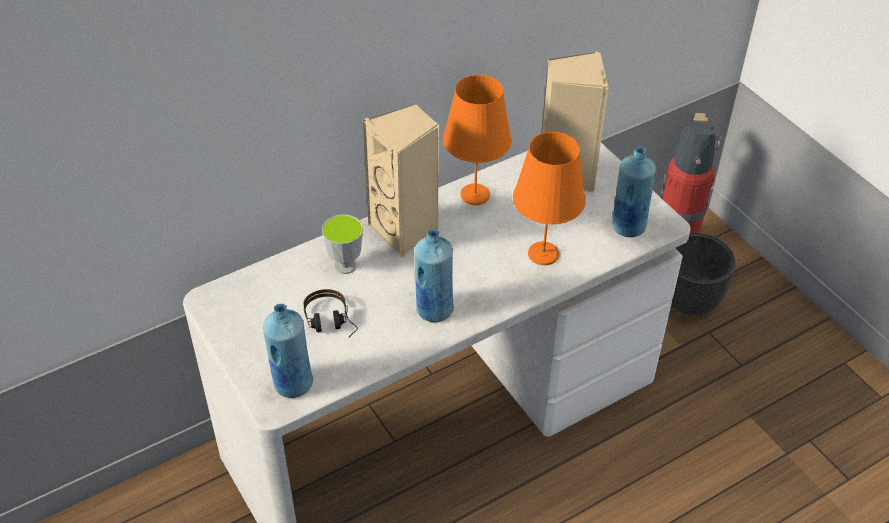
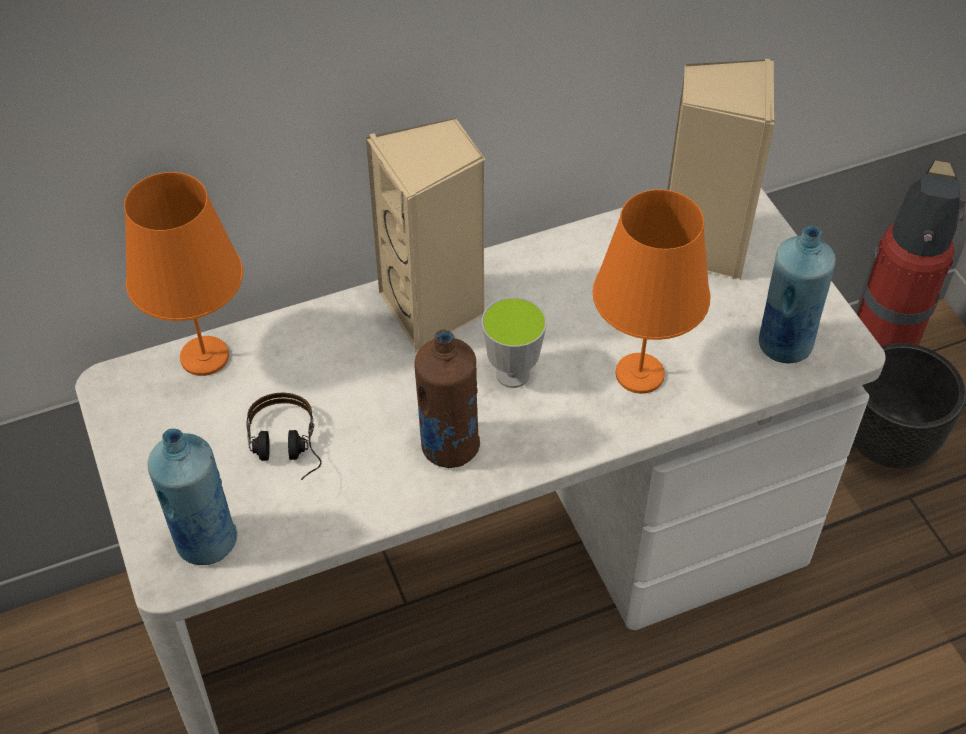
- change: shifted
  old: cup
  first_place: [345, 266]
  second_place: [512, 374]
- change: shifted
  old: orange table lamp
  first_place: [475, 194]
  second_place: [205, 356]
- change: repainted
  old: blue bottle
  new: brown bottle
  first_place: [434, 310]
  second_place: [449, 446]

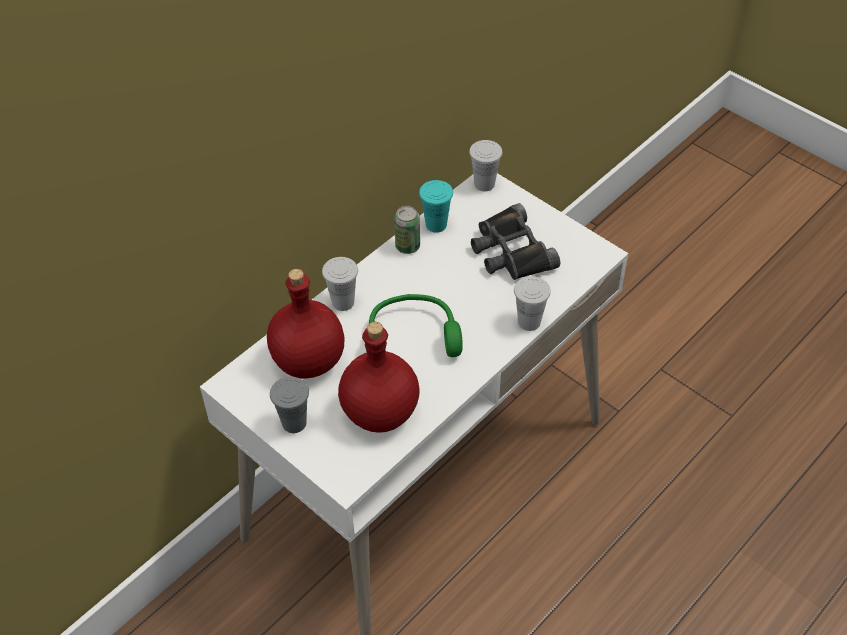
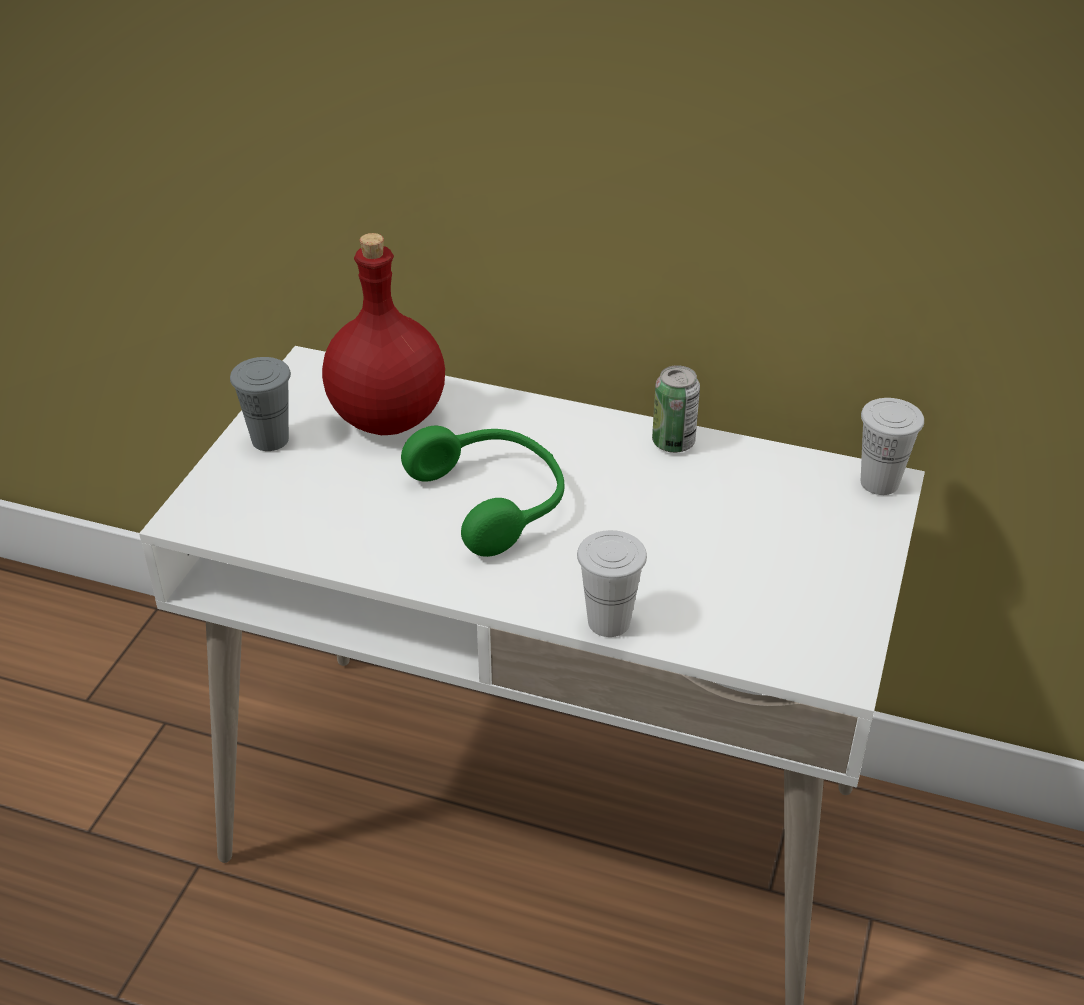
- change: gone
  old: white cup
  first_place: [343, 302]
- change: gone
  old: red bottle
  first_place: [381, 413]
- change: gone
  old: turquoise cup
  first_place: [436, 225]
- change: gone
  old: black binoculars
  first_place: [510, 251]

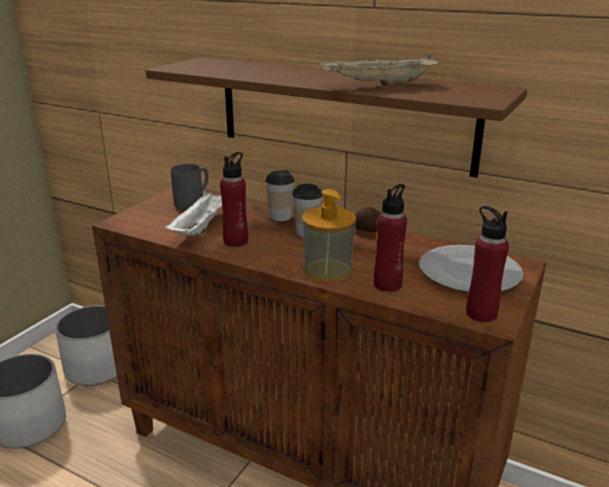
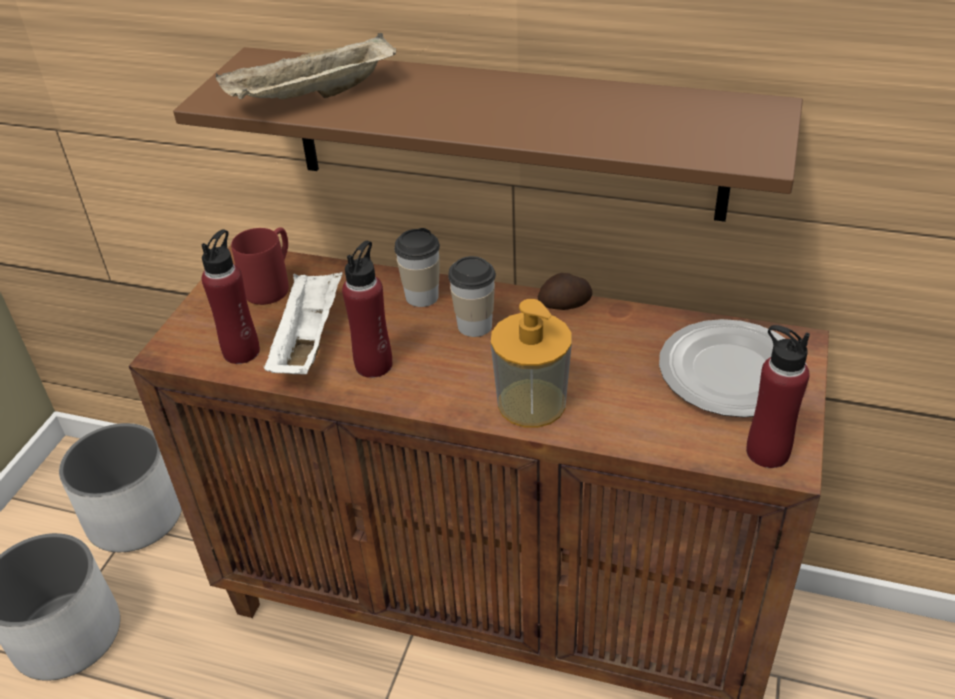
- change: shifted
  old: beige tray
  first_place: [378, 86]
  second_place: [312, 97]
- change: shifted
  old: red bottle
  first_place: [387, 285]
  second_place: [241, 351]
- change: repainted
  old: grey mug
  new: red mug
  first_place: [194, 202]
  second_place: [273, 285]

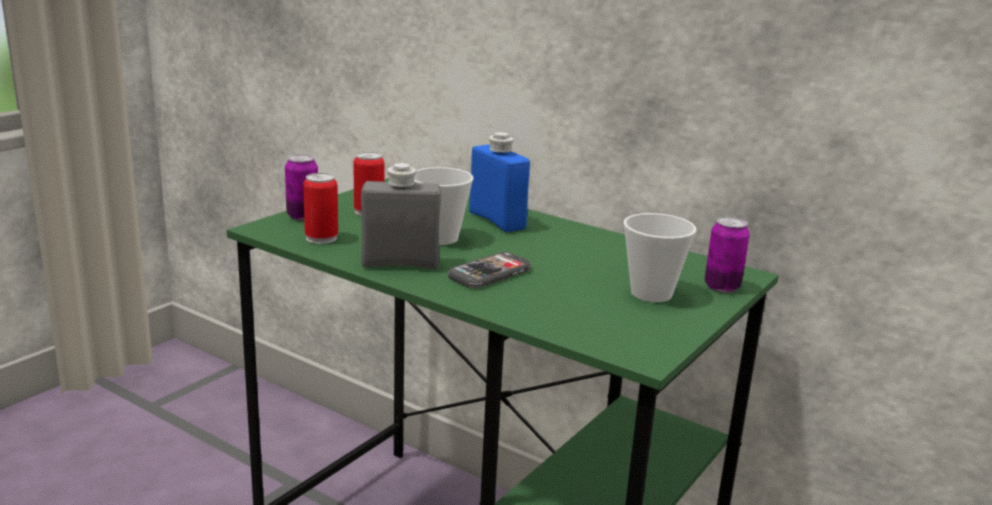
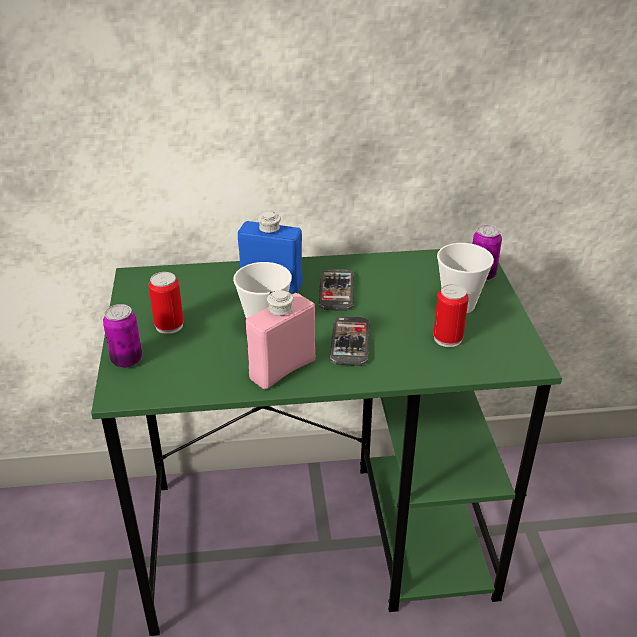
- change: new
  new: phone
  second_place: [336, 291]
- change: shifted
  old: can
  first_place: [321, 238]
  second_place: [447, 338]
- change: repainted
  old: grey bottle
  new: pink bottle
  first_place: [400, 263]
  second_place: [282, 369]

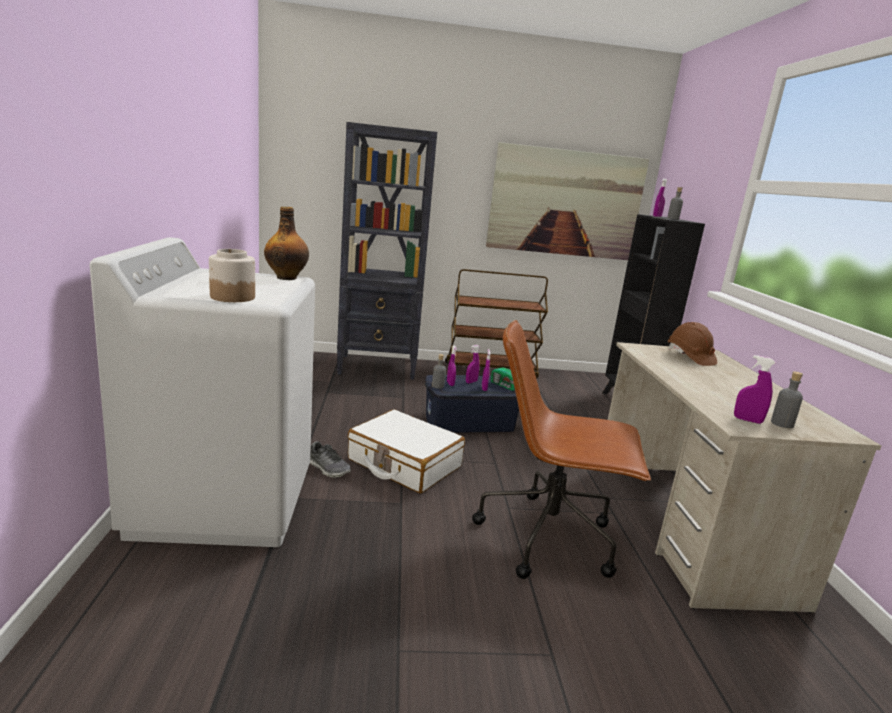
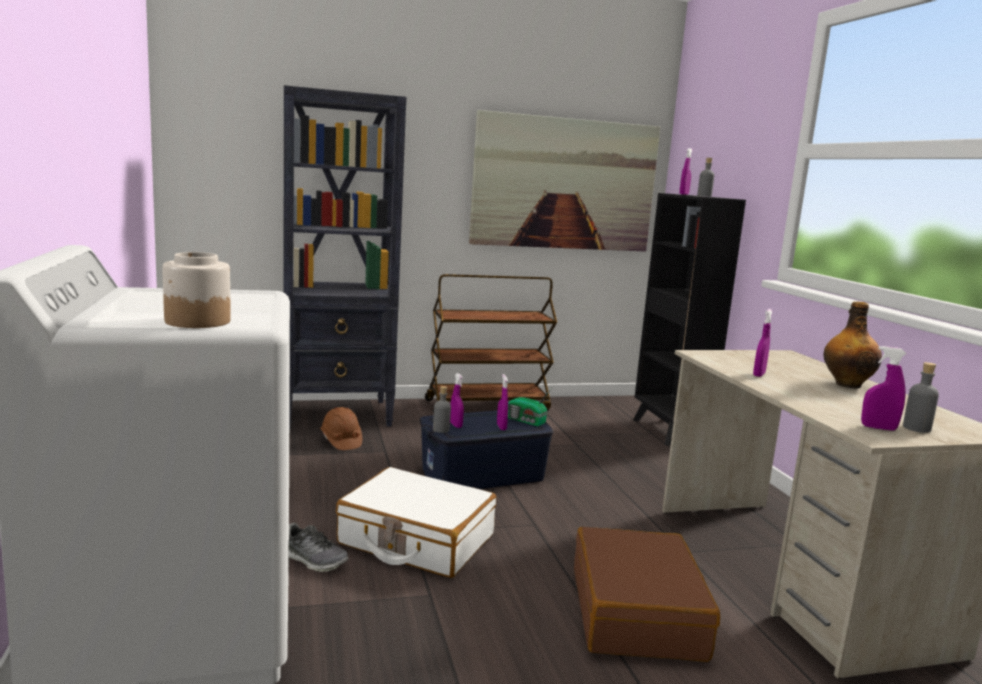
- change: shifted
  old: bottle
  first_place: [287, 278]
  second_place: [847, 384]
- change: shifted
  old: purple spray bottle
  first_place: [471, 382]
  second_place: [759, 374]
- change: shifted
  old: brown hard hat
  first_place: [689, 357]
  second_place: [341, 441]
- change: swapped
  old: brown office chair
  new: brown suitcase
  first_place: [549, 537]
  second_place: [637, 613]

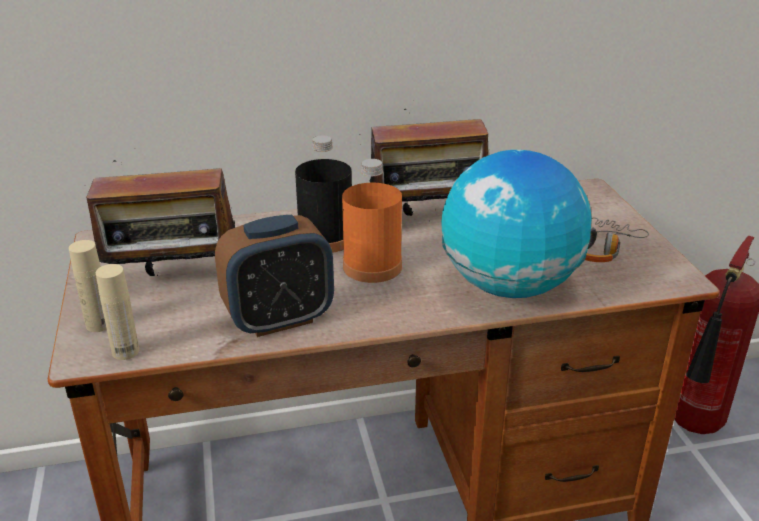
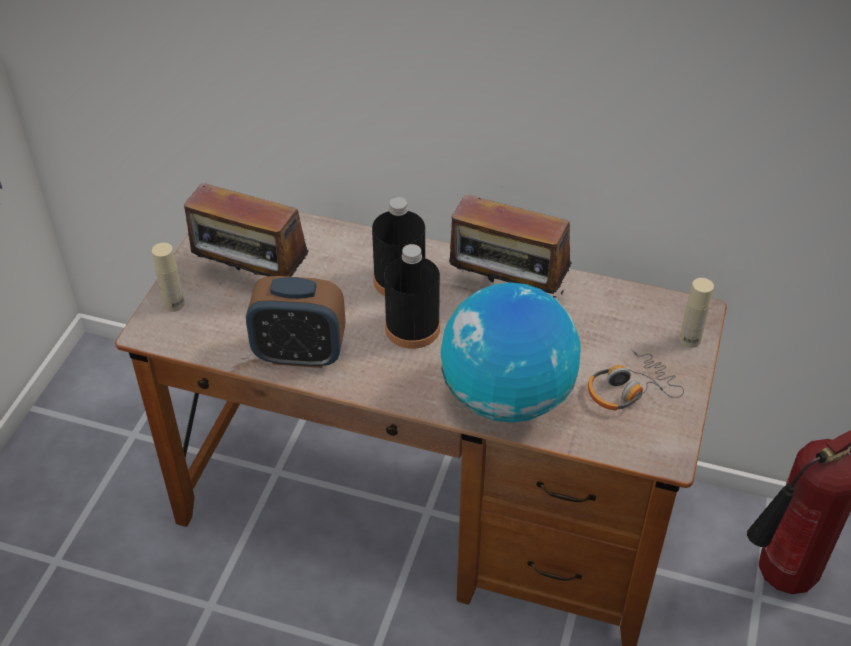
- change: shifted
  old: beige bottle
  first_place: [125, 351]
  second_place: [690, 340]
- change: repainted
  old: orange bottle
  new: black bottle
  first_place: [372, 266]
  second_place: [412, 328]

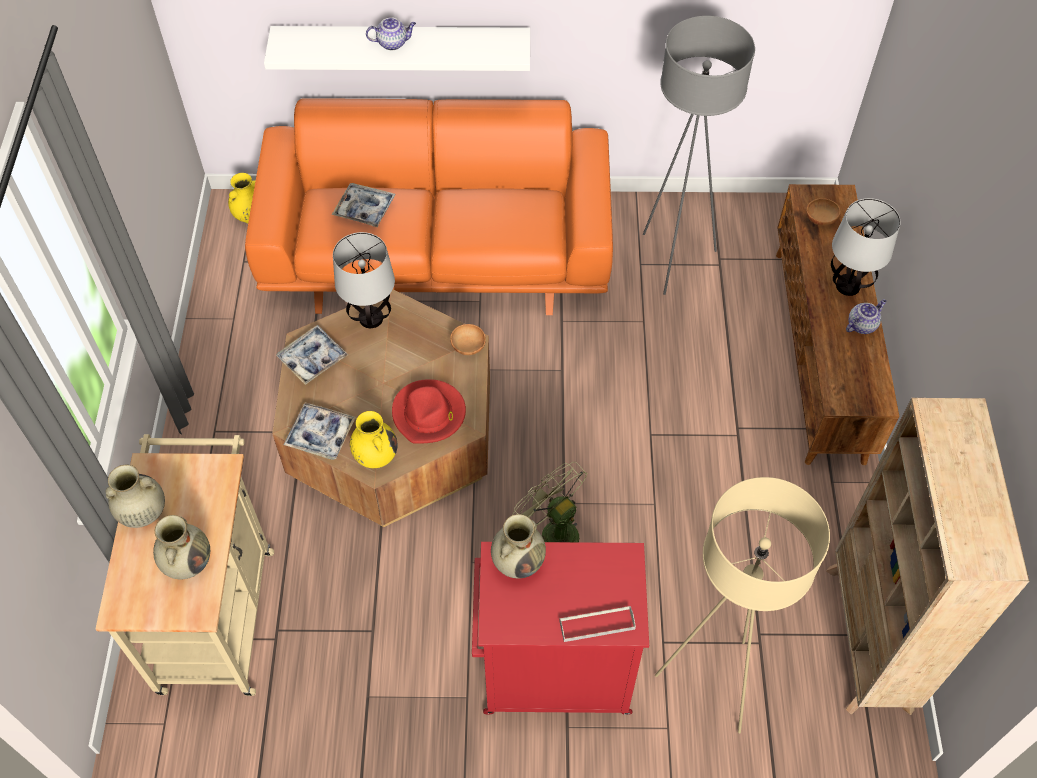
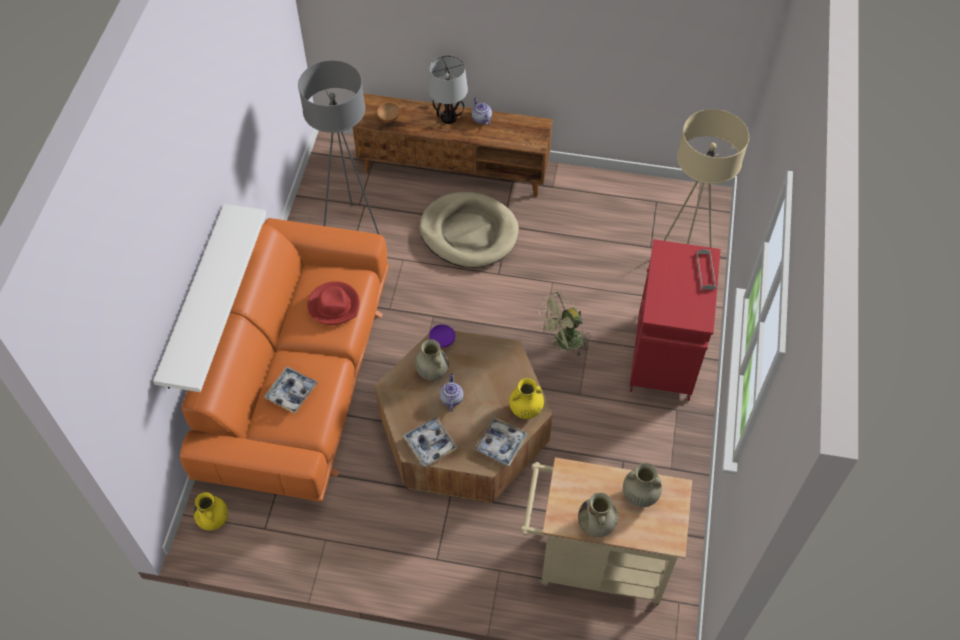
- change: gone
  old: table lamp
  first_place: [370, 318]
- change: gone
  old: beige bookcase
  first_place: [868, 639]
- change: new
  new: beige dog bed
  second_place: [469, 232]
- change: shifted
  old: teapot
  first_place: [393, 43]
  second_place: [451, 398]
- change: shifted
  old: red hat
  first_place: [429, 414]
  second_place: [334, 305]
- change: shifted
  old: beige vase
  first_place: [518, 561]
  second_place: [432, 371]
- change: repainted
  old: brown bowl
  new: purple bowl
  first_place: [468, 347]
  second_place: [443, 341]

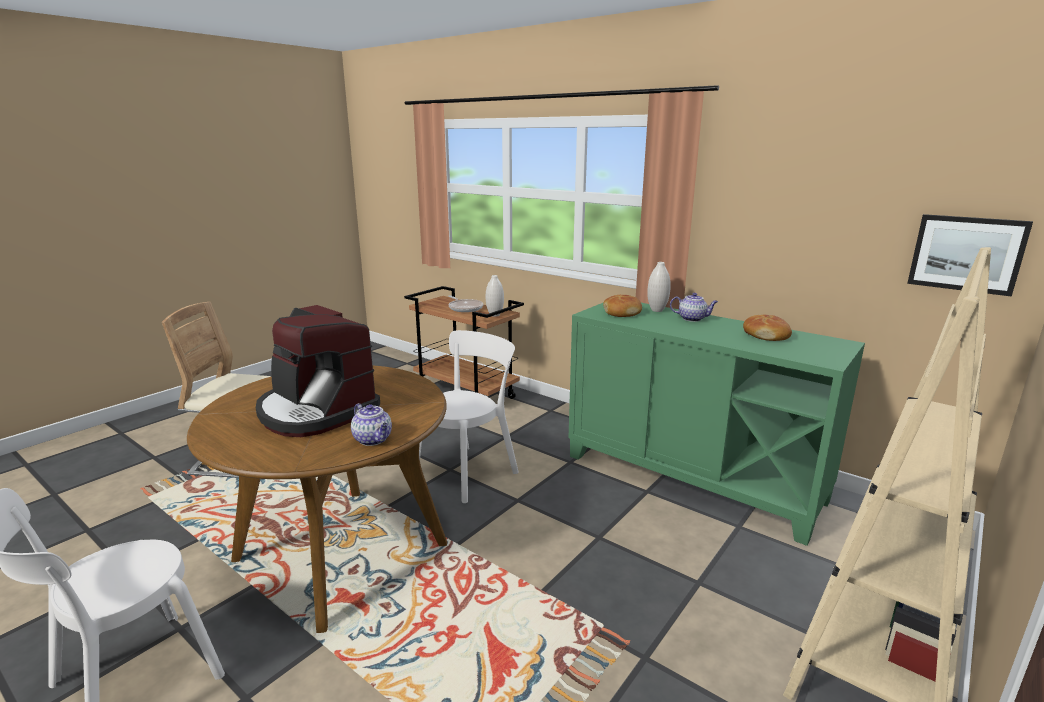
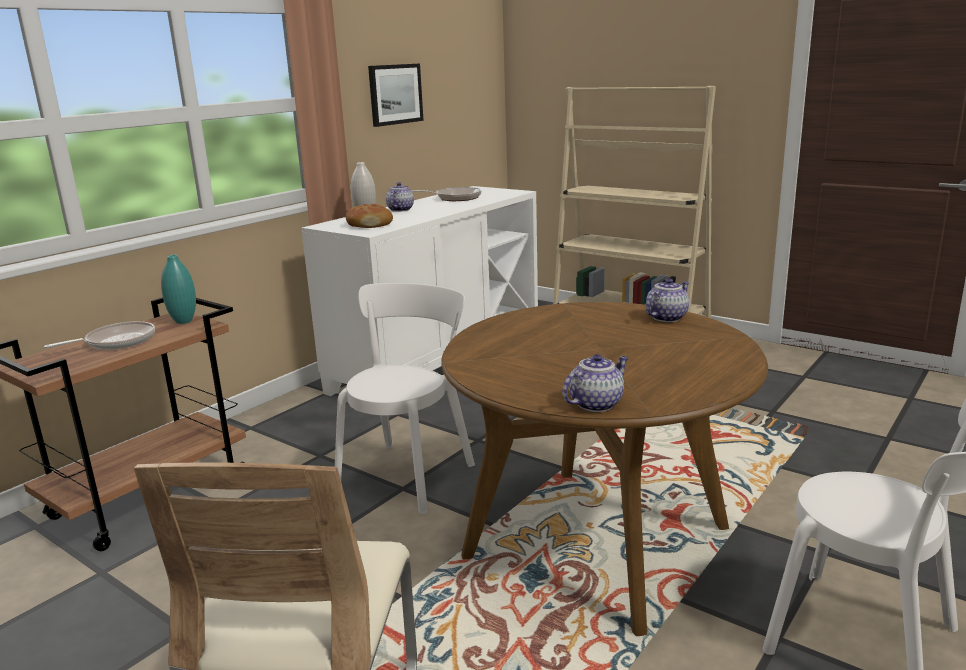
- change: gone
  old: coffee machine
  first_place: [316, 411]
- change: new
  new: teapot
  second_place: [596, 403]
- change: shifted
  old: picture
  first_place: [966, 253]
  second_place: [395, 94]
- change: swapped
  old: bread
  new: frying pan
  first_place: [766, 335]
  second_place: [454, 198]
- change: repainted
  old: white vase
  new: turquoise vase
  first_place: [495, 315]
  second_place: [184, 321]
- change: repainted
  old: green cabinet
  new: white cabinet
  first_place: [692, 477]
  second_place: [437, 361]
- change: rotated
  old: white chair
  first_place: [469, 471]
  second_place: [409, 473]
  degrees: 75

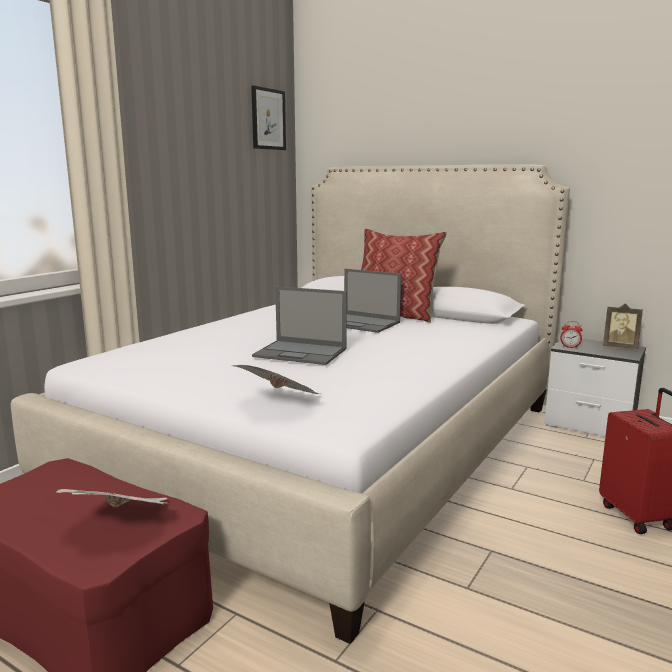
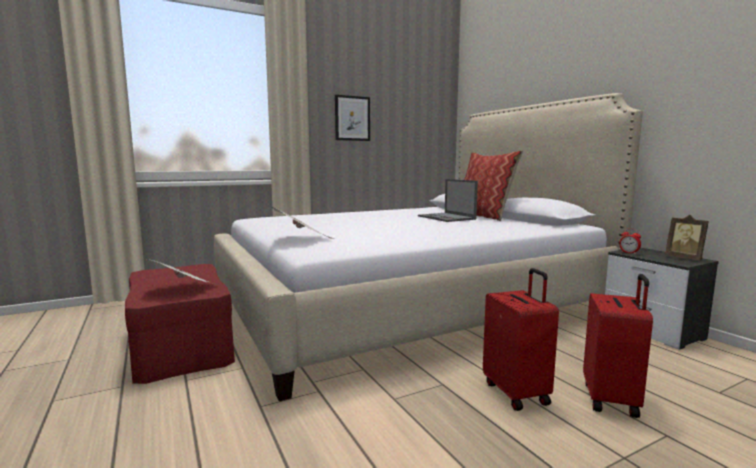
- change: gone
  old: laptop
  first_place: [301, 353]
- change: new
  new: red suitcase
  second_place: [517, 393]
- change: shifted
  old: picture
  first_place: [268, 119]
  second_place: [352, 118]

